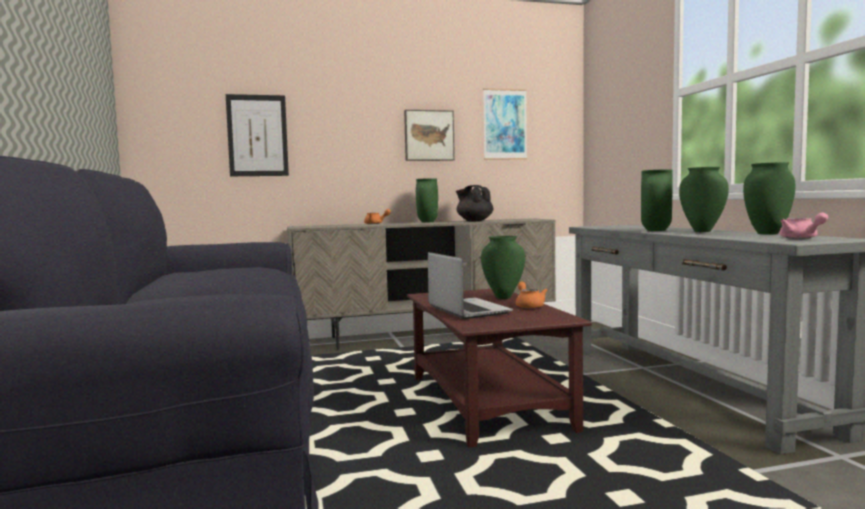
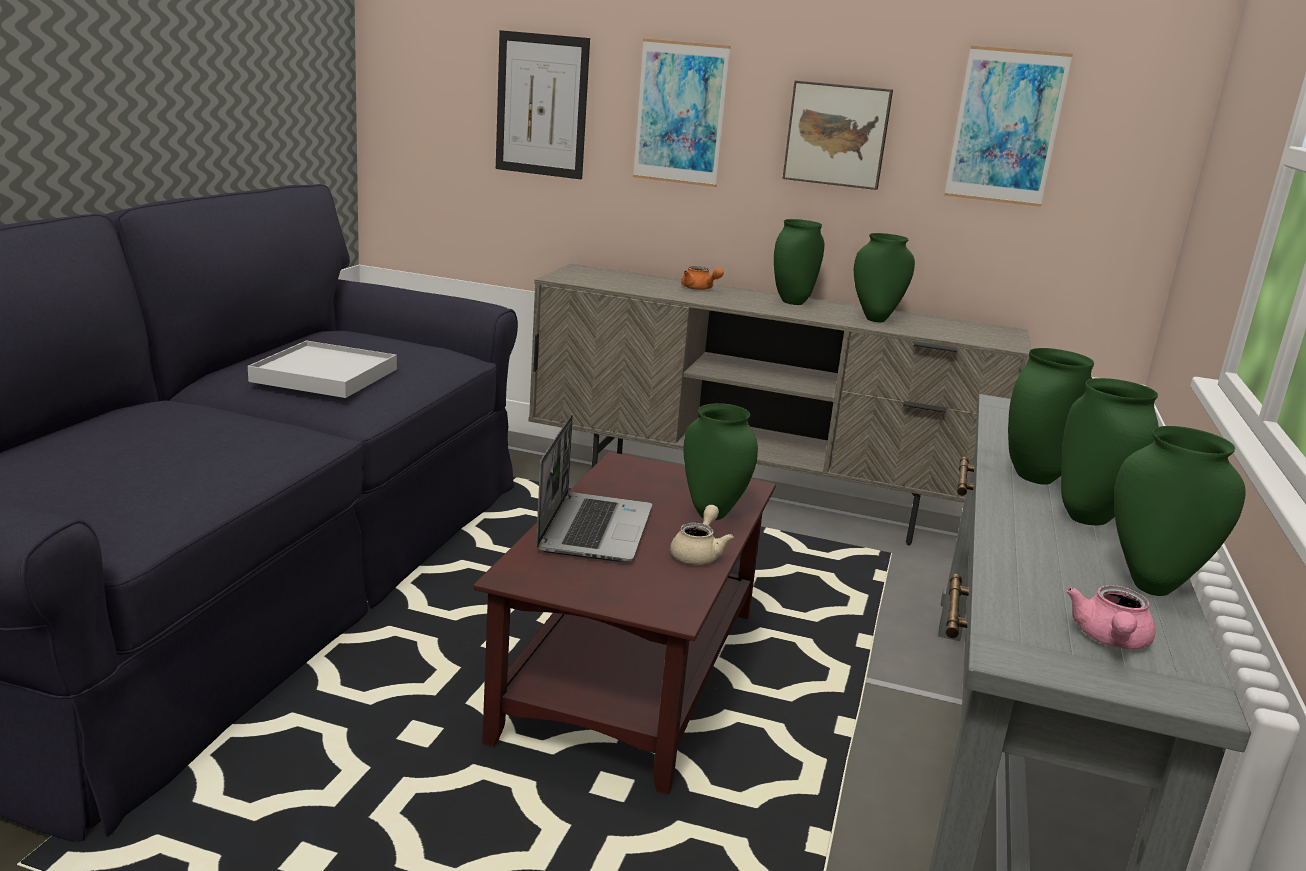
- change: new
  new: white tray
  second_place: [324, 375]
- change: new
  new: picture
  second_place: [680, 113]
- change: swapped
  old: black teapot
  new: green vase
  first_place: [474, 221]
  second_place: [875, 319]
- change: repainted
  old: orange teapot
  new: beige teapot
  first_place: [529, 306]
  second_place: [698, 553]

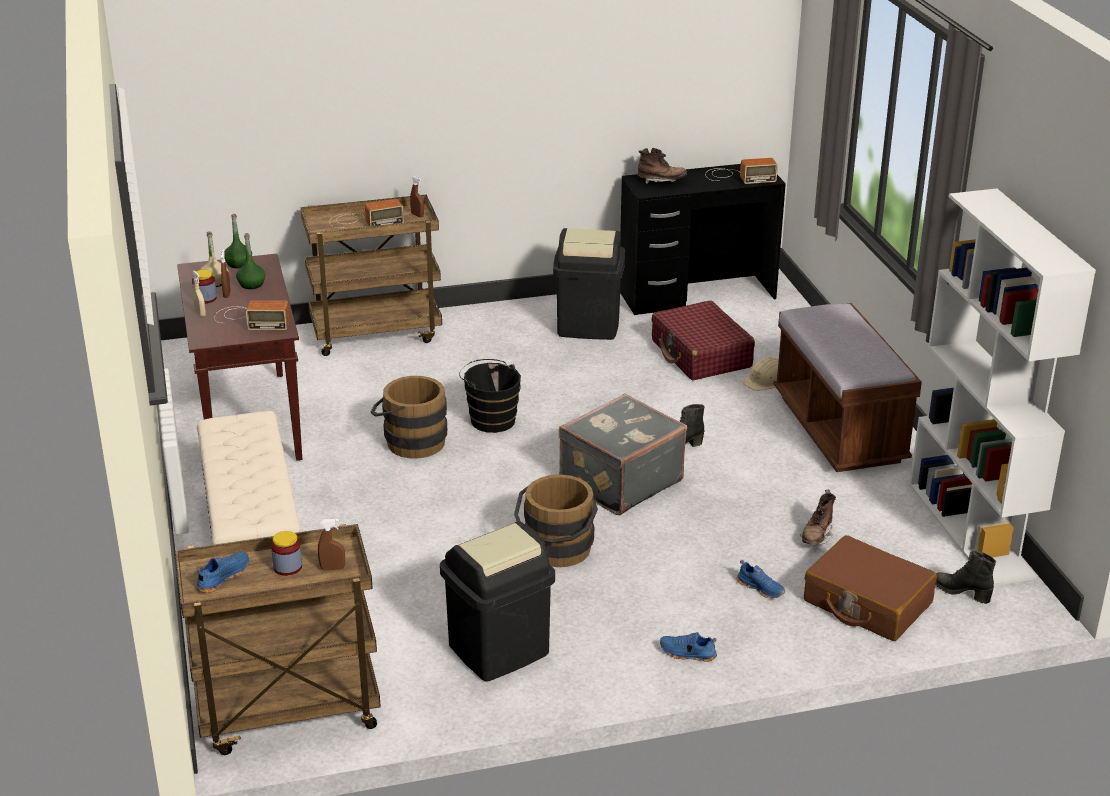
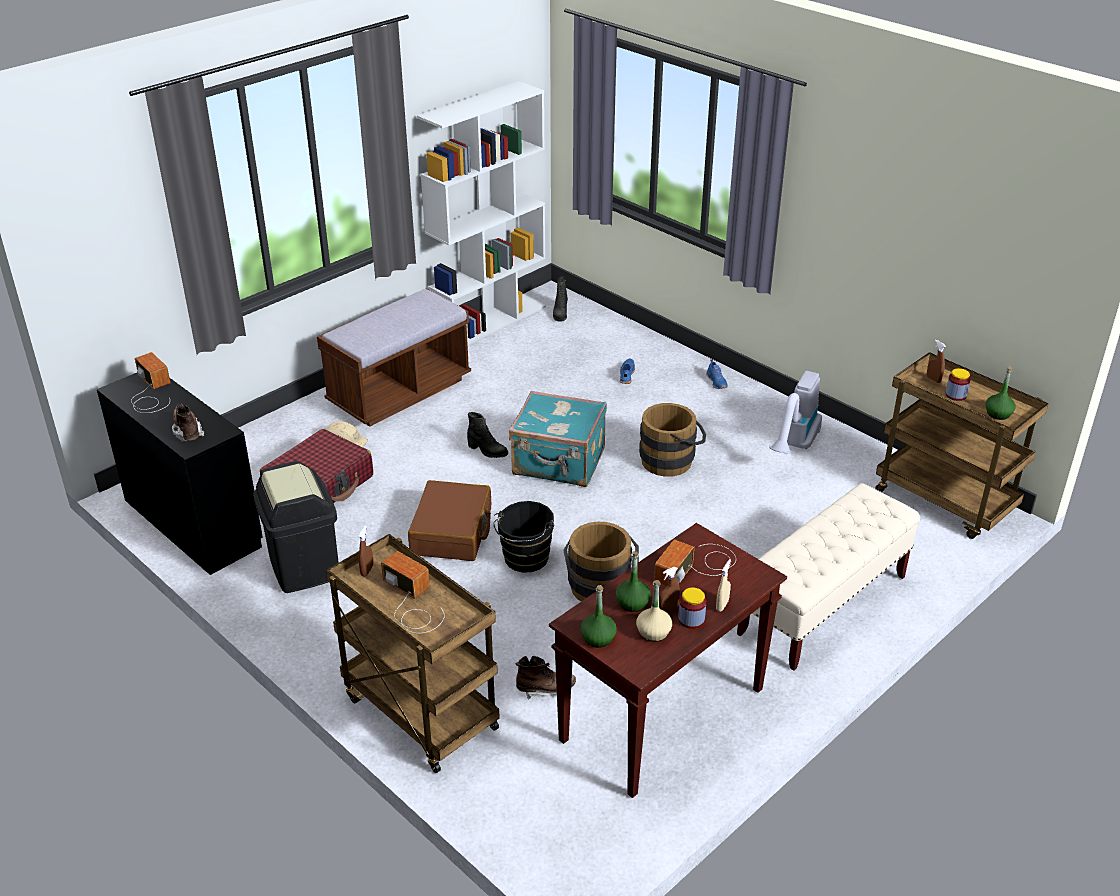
- change: shifted
  old: brown boot
  first_place: [816, 536]
  second_place: [545, 689]
- change: shifted
  old: brown suitcase
  first_place: [867, 603]
  second_place: [452, 532]
- change: swapped
  old: blue shoe
  new: green bottle
  first_place: [222, 577]
  second_place: [998, 414]
- change: swapped
  old: black trash can
  new: vacuum cleaner
  first_place: [499, 650]
  second_place: [794, 446]
- change: repainted
  old: grey suitcase
  new: turquoise suitcase
  first_place: [619, 482]
  second_place: [559, 463]
- change: rotated
  old: radio
  first_place: [250, 319]
  second_place: [698, 566]
  degrees: -120

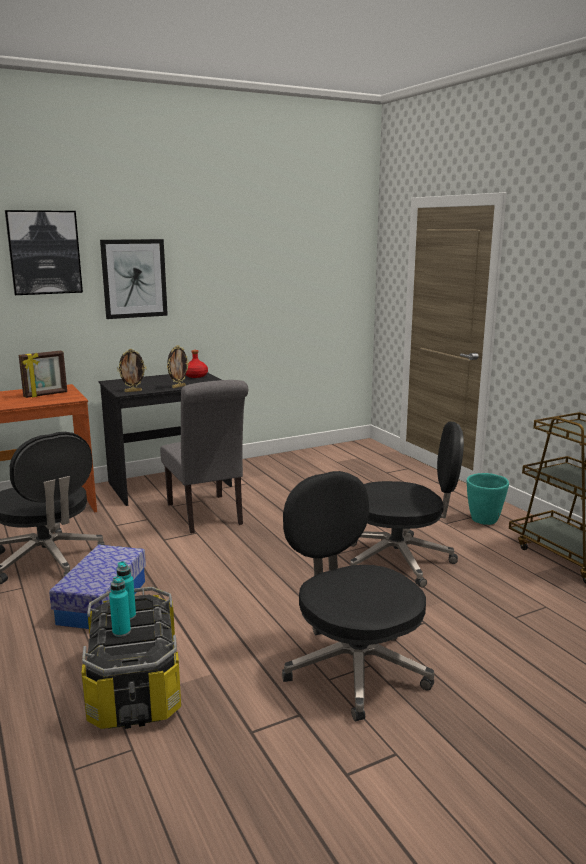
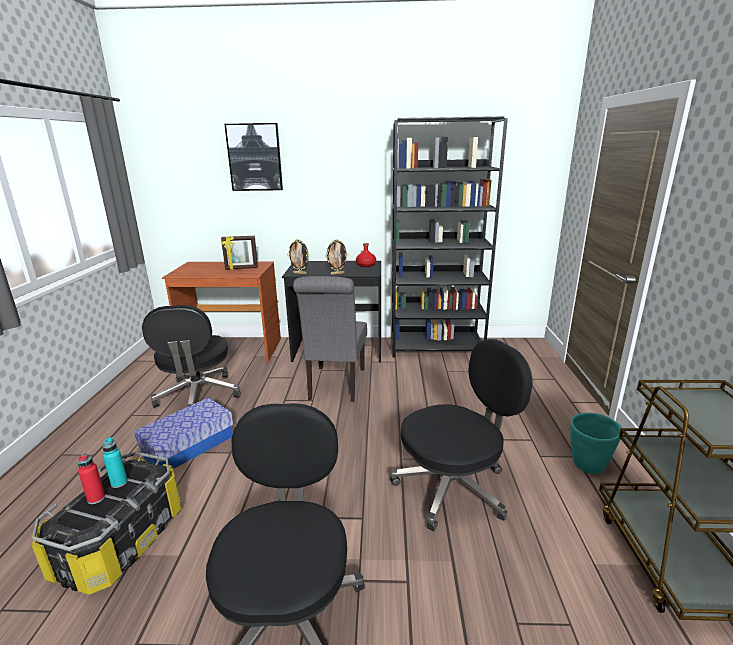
- change: gone
  old: picture
  first_place: [134, 278]
- change: new
  new: black bookcase
  second_place: [436, 347]
- change: repainted
  old: turquoise bottle
  new: red bottle
  first_place: [121, 631]
  second_place: [96, 498]
- change: rotated
  old: black office chair
  first_place: [400, 560]
  second_place: [453, 487]
  degrees: -60

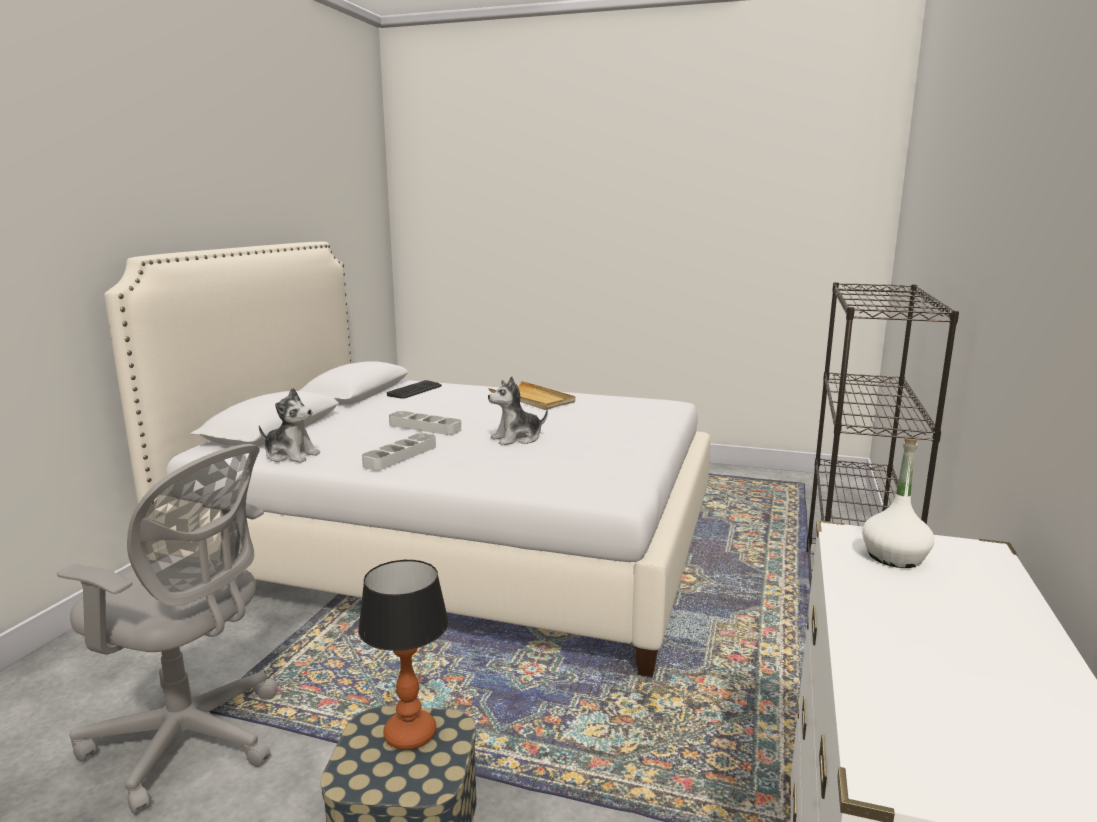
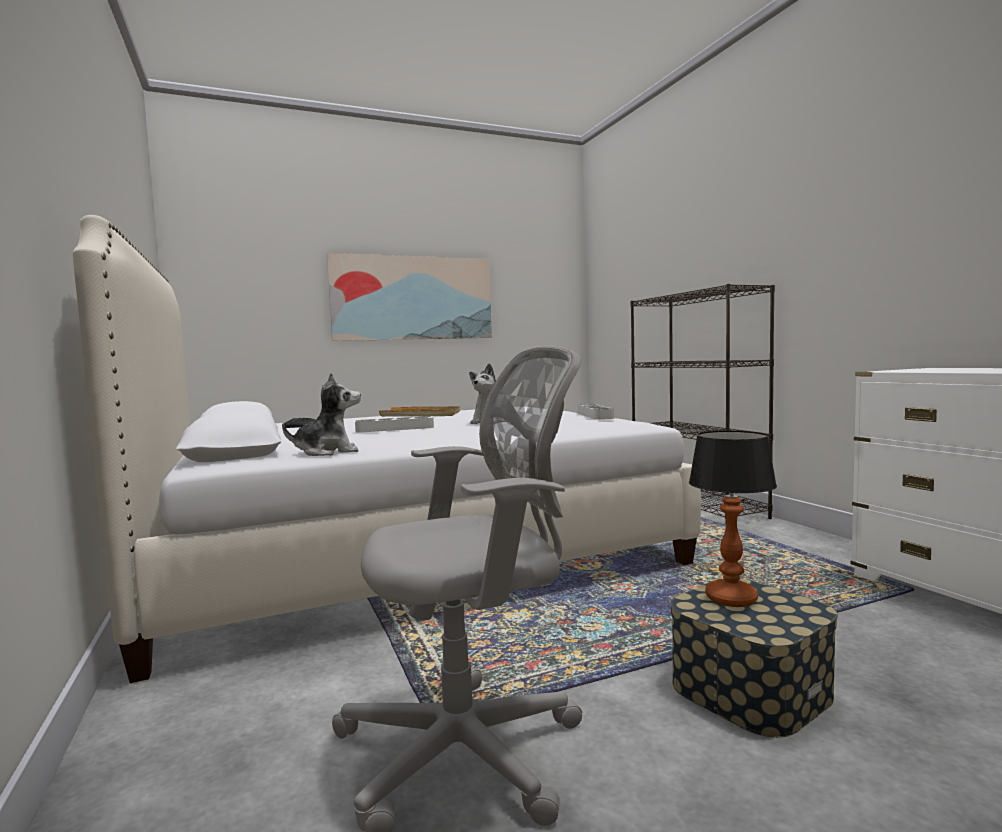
- change: gone
  old: white bottle
  first_place: [894, 557]
- change: new
  new: picture
  second_place: [413, 298]
- change: shifted
  old: grey tray
  first_place: [400, 456]
  second_place: [595, 415]

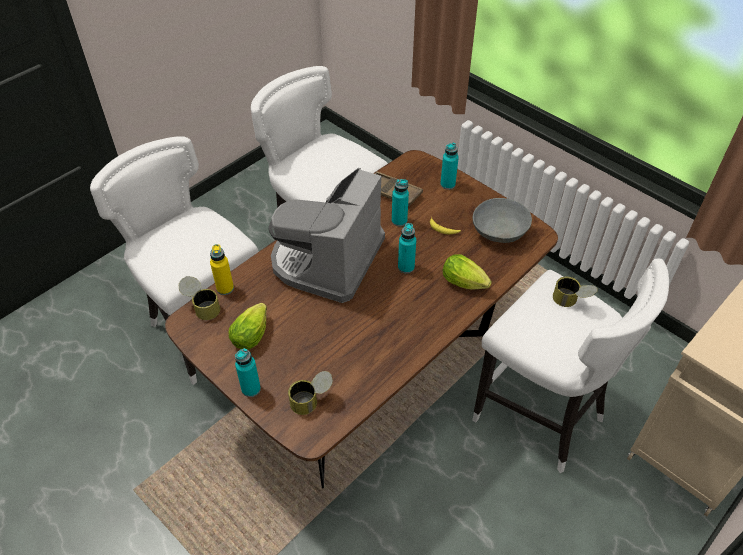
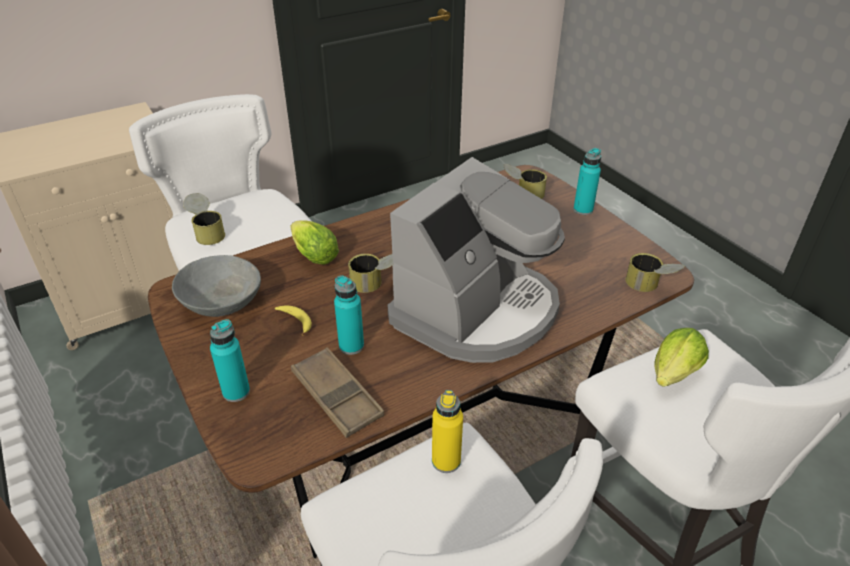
- change: shifted
  old: yellow bottle
  first_place: [225, 288]
  second_place: [446, 461]
- change: shifted
  old: lettuce
  first_place: [252, 333]
  second_place: [672, 376]
- change: swapped
  old: turquoise bottle
  new: can
  first_place: [406, 267]
  second_place: [375, 284]

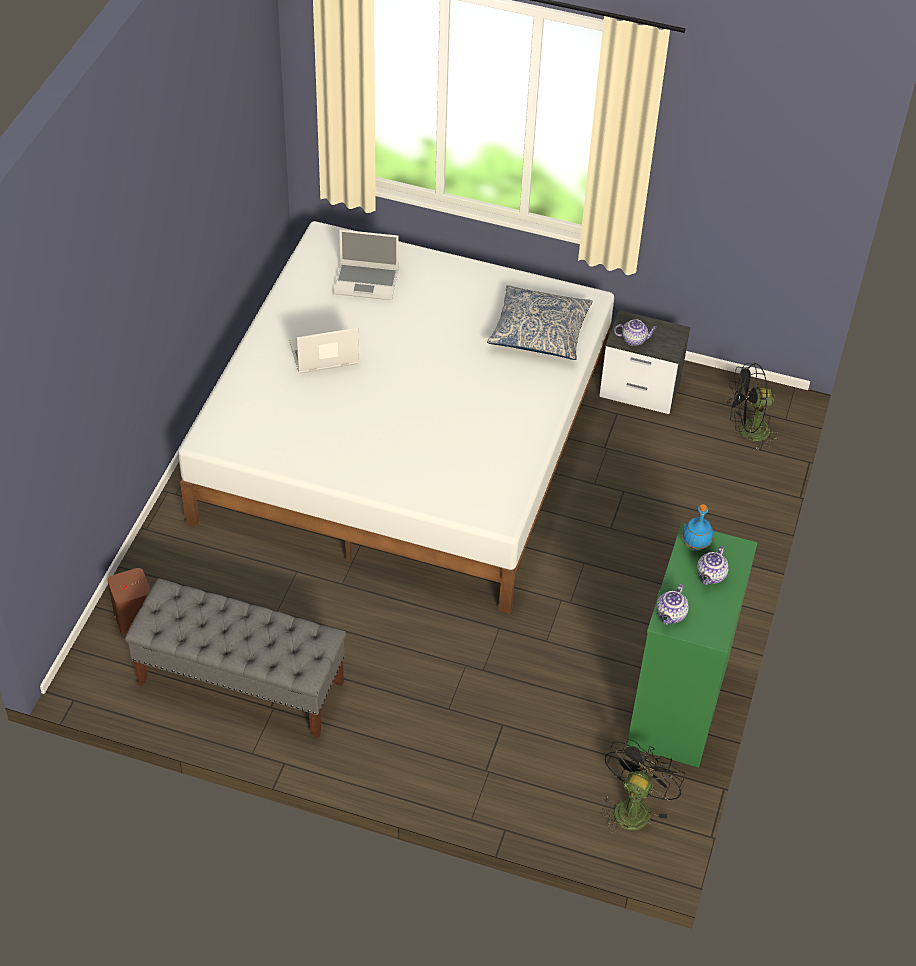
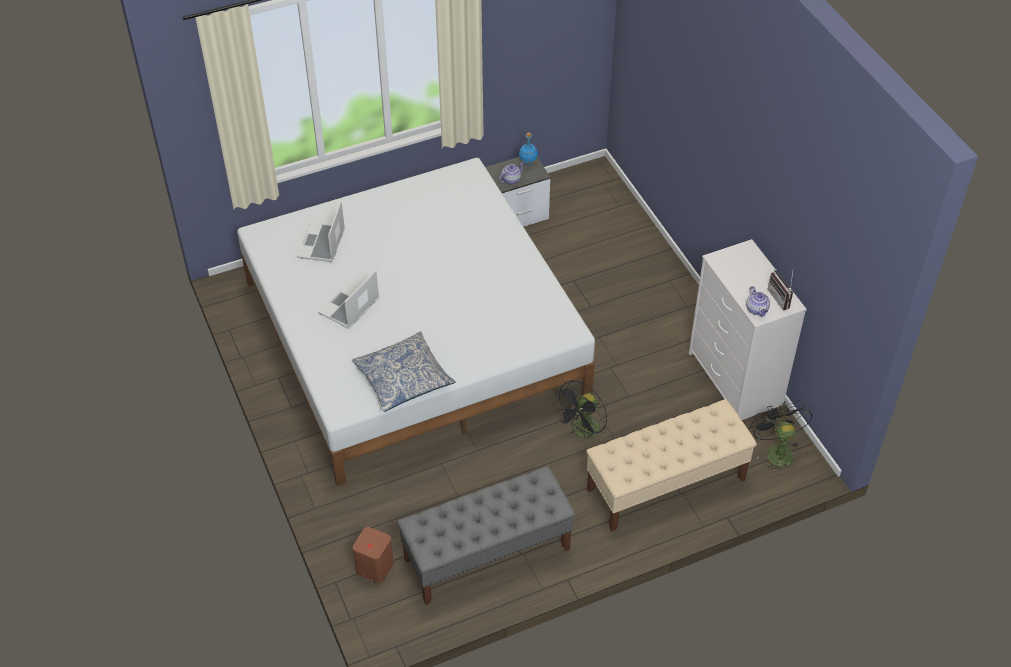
- change: gone
  old: teapot
  first_place: [711, 576]
- change: new
  new: beige bench
  second_place: [665, 485]
- change: new
  new: radio
  second_place: [782, 298]
- change: shifted
  old: pillow
  first_place: [539, 332]
  second_place: [403, 378]
- change: shifted
  old: blue bottle
  first_place: [695, 545]
  second_place: [528, 163]
- change: shifted
  old: black fan
  first_place: [747, 432]
  second_place: [583, 432]
- change: repainted
  old: green dresser
  new: white dresser
  first_place: [677, 705]
  second_place: [735, 379]
- change: rotated
  old: laptop
  first_place: [367, 282]
  second_place: [322, 244]
  degrees: 135

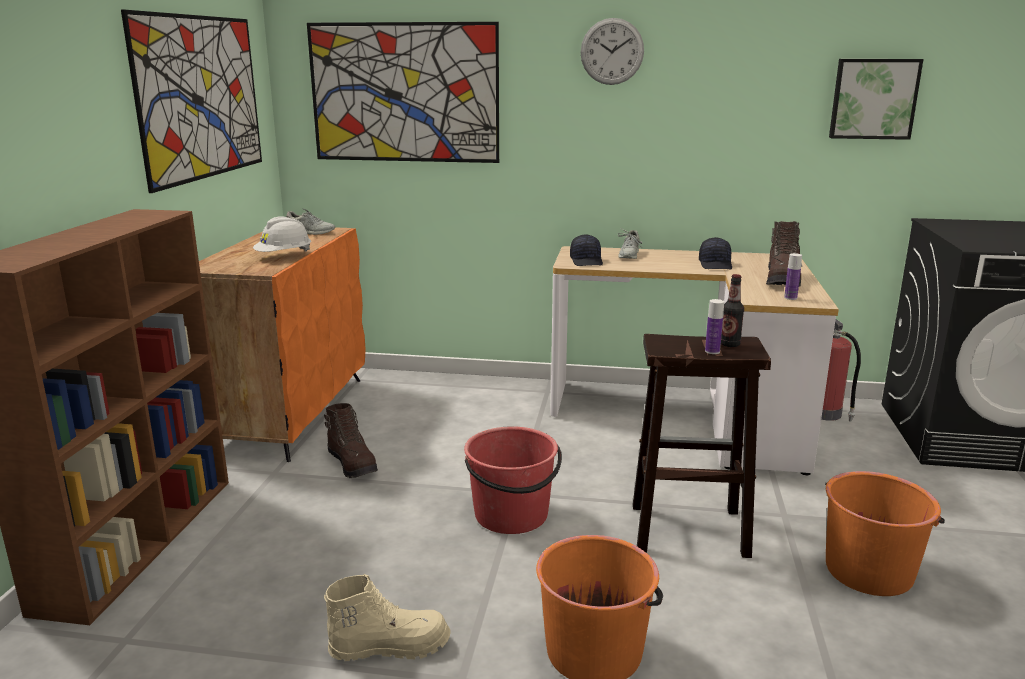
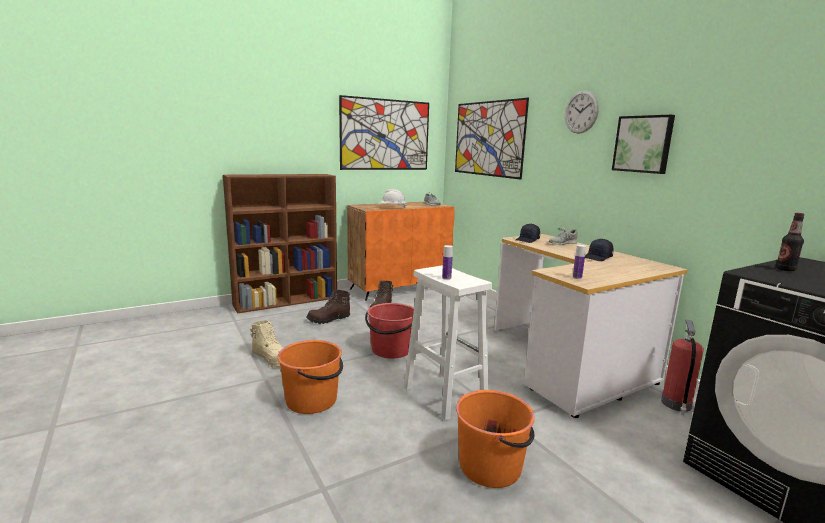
- change: shifted
  old: bottle
  first_place: [729, 344]
  second_place: [785, 269]
- change: shifted
  old: brown boot
  first_place: [782, 280]
  second_place: [329, 320]
- change: shifted
  old: picture
  first_place: [873, 99]
  second_place: [643, 144]
- change: repainted
  old: brown stool
  new: white stool
  first_place: [686, 530]
  second_place: [443, 394]

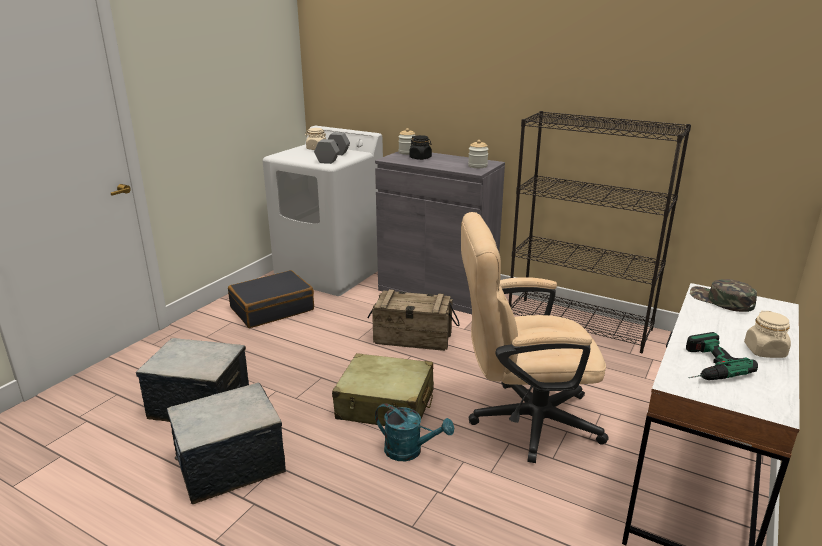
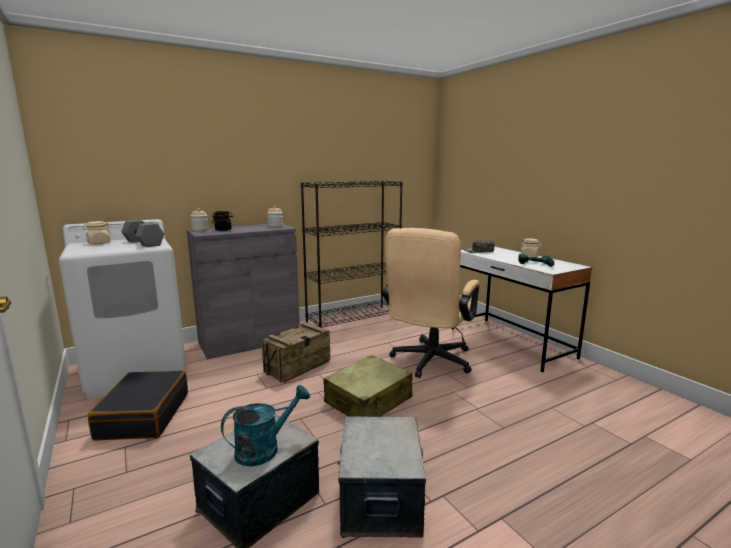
- change: shifted
  old: turquoise watering can
  first_place: [410, 451]
  second_place: [265, 448]

